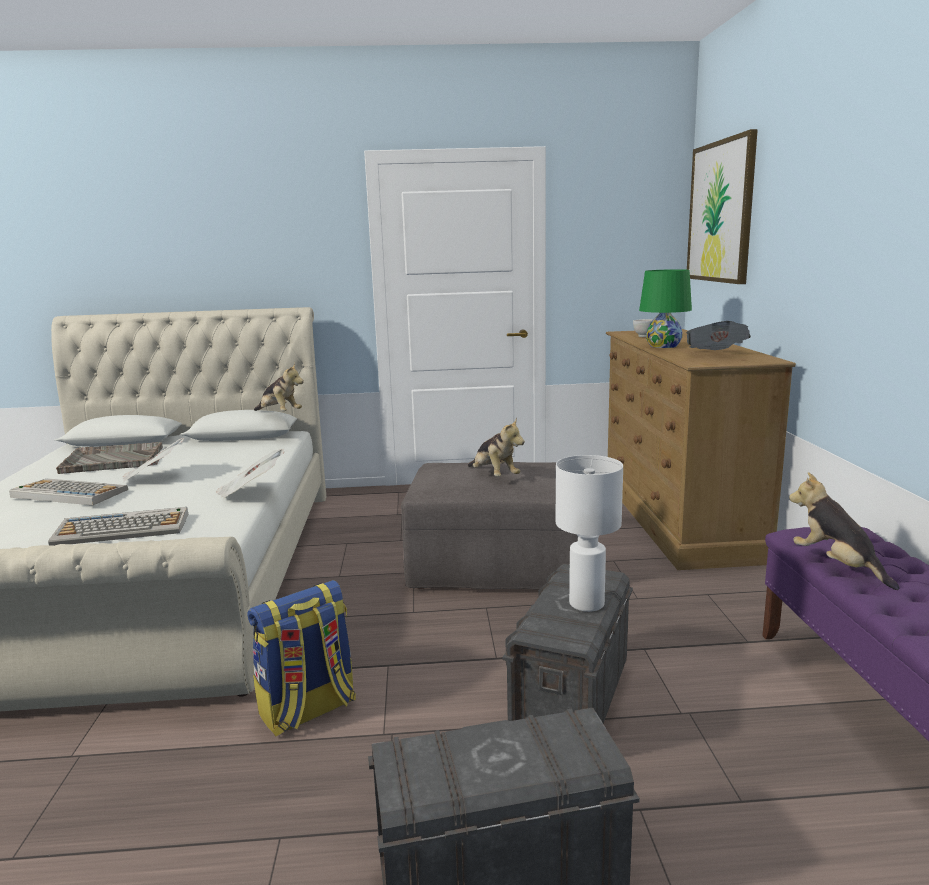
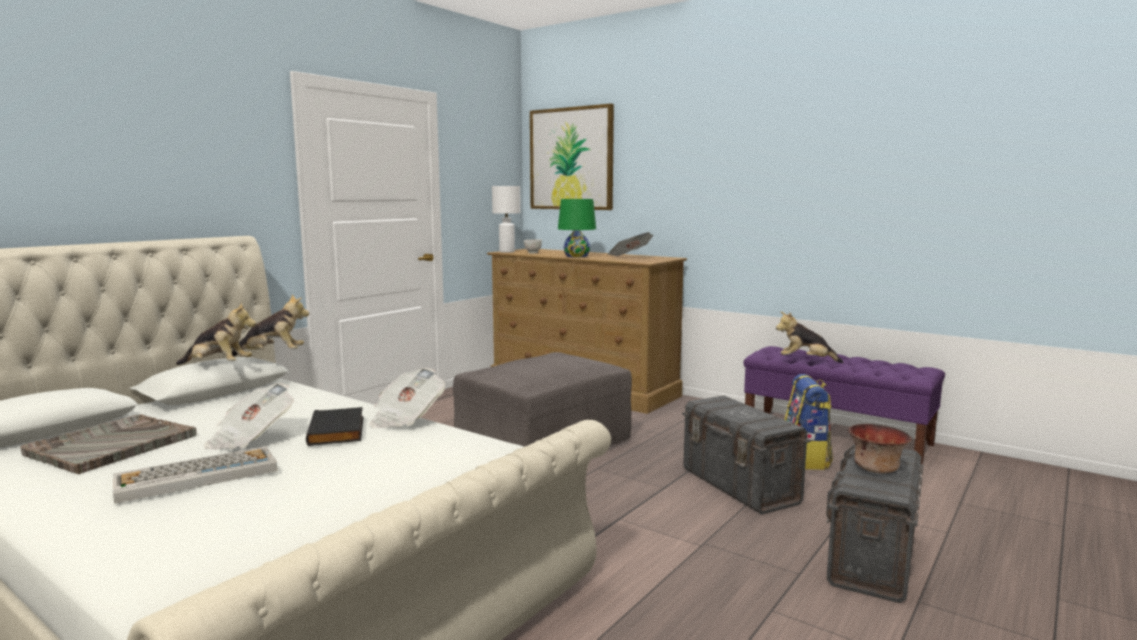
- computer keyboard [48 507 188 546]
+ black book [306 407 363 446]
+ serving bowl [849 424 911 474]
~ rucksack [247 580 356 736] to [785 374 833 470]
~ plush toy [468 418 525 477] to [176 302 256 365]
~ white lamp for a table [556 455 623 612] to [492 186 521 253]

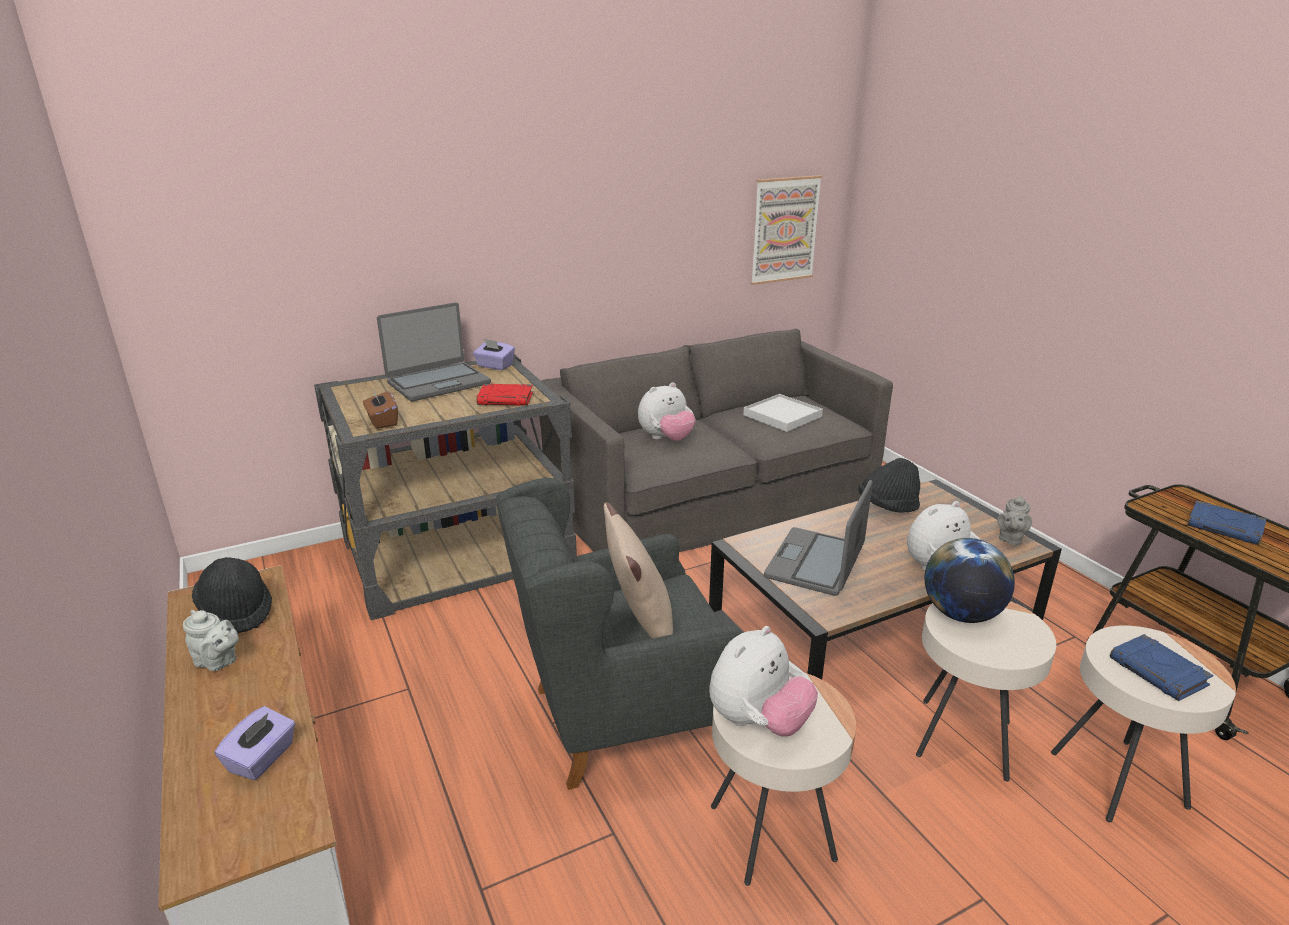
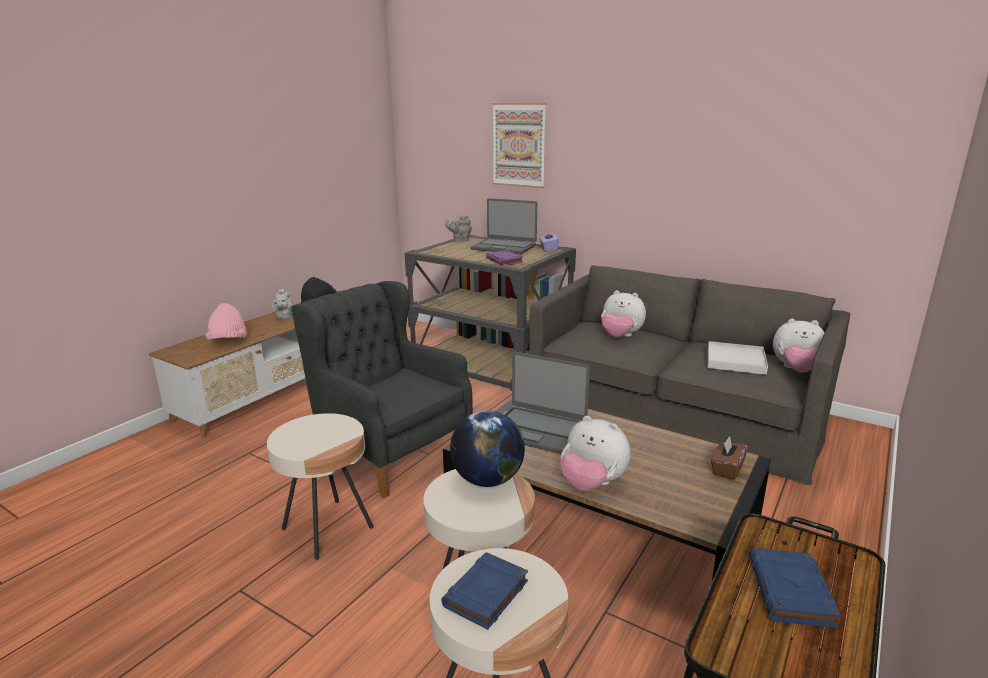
- beige pillow [604 502 673 639]
- black hat [858 458 920 513]
~ brown-coloured box of tissues [363 388 398 429] to [711 436 748 480]
~ plush toy [709 626 818 737] to [773 319 824 372]
~ picture [751 175 822 285] to [492 103 546 188]
~ grey tea pot [997 495 1032 545] to [445 216 472 242]
~ purple-coloured box of tissues [215 706 296 780] to pink-coloured hat [205 303 247 340]
~ red book [477 384 533 406] to purple-coloured book [486 250 523 266]
~ laptop [764 480 873 596] = [504 352 590 454] 150 degrees counterclockwise

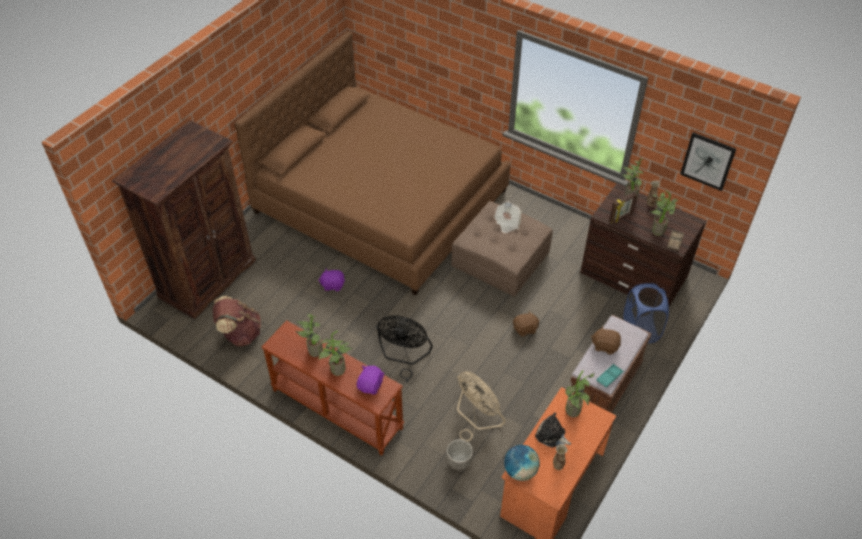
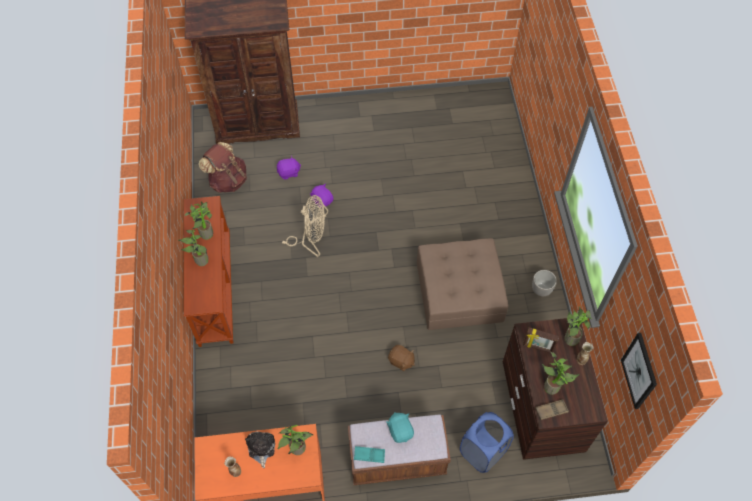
- brown-coloured bedroom bed [235 31 511 295]
- black fan [376 315 433 383]
- newspaper [494 201 522 233]
- world globe [504 445 540 481]
~ purple-coloured plush toy [357 365 384 395] to [277 156 301 180]
~ planter [446 439 473 470] to [532 270 557 296]
~ beige fan [457 371 506 441] to [282 195 328 257]
~ brown-coloured plush toy [591 325 621 355] to turquoise plush toy [386 412 414 443]

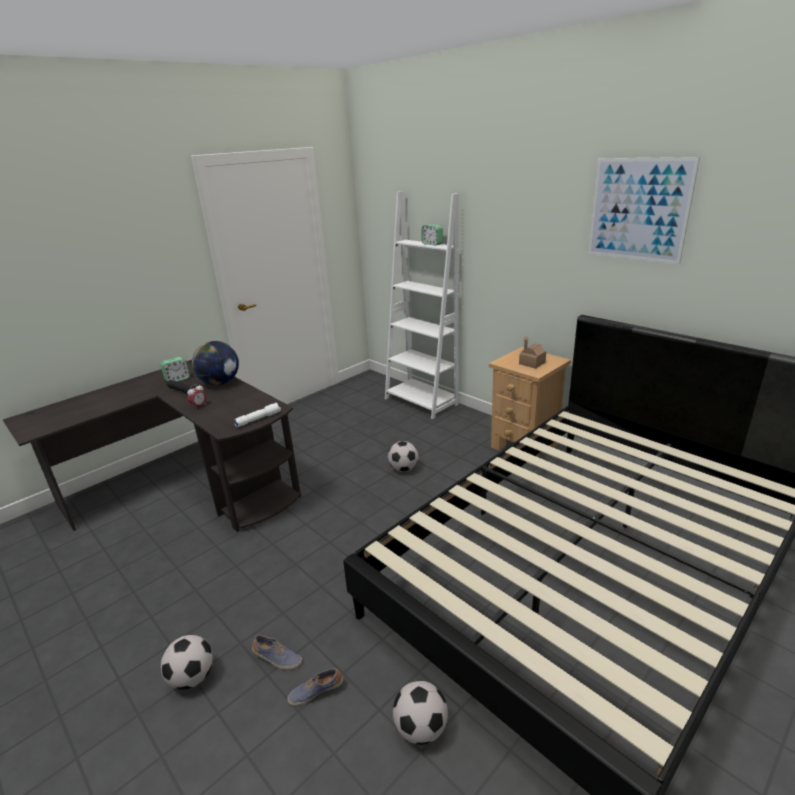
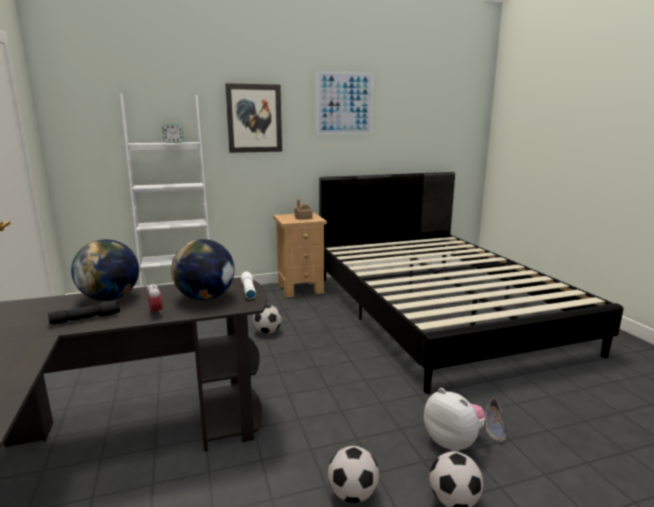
- bedside clock [161 357 190 382]
+ world globe [171 239 235 300]
+ picture [225 83 282 153]
~ ball for football [393 681 448 745] to [328 446 379 503]
~ low shoe [252 635 302 670] to plush toy [424 388 486 452]

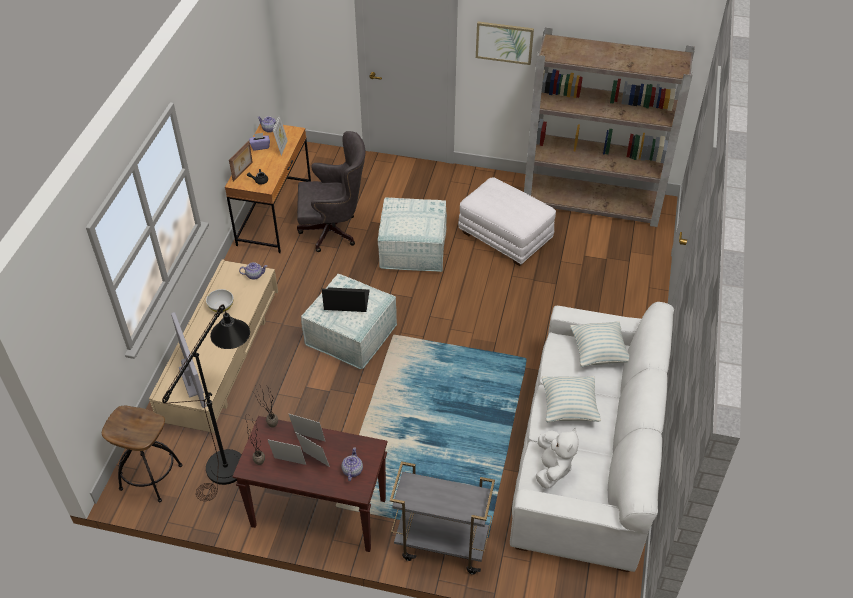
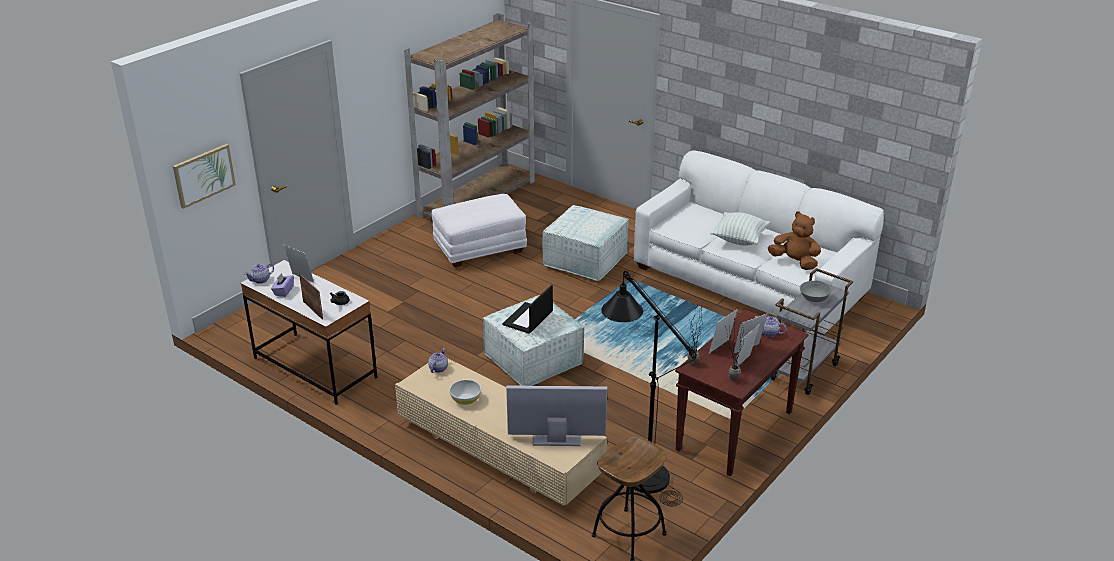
- grey desk chair [297 131 365 252]
- pillow [570 321 629 367]
+ grey serving bowl [800 281 831 302]
~ white footrest [378 197 447 272] to [542 205 629 281]
~ picture [476 21 534 65] to [173 144 236 209]
~ brown-coloured desk table [225 124 311 253] to white desk table [241 260 378 405]
~ white plush toy [536 428 579 488] to brown-coloured plush toy [768 211 821 270]

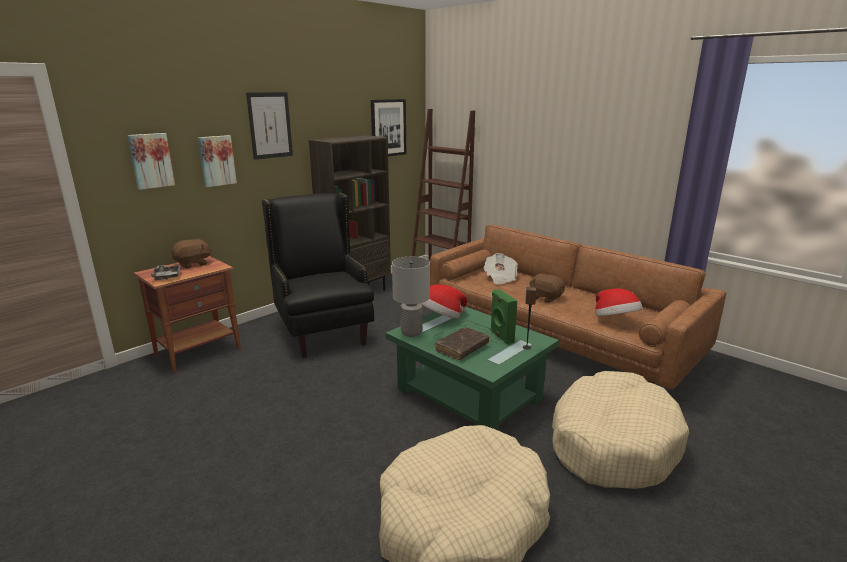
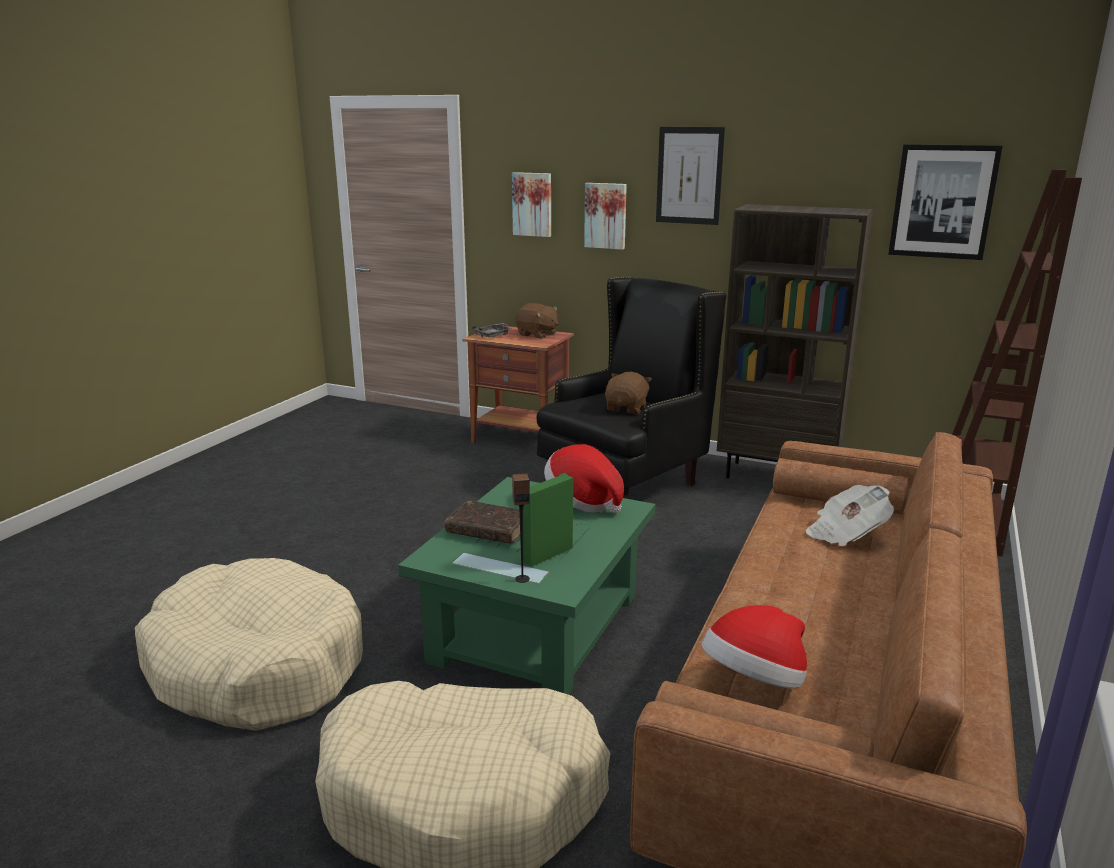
- grey lamp for a table [392 257 430 337]
~ brown-coloured plush toy [529 273 565 303] to [605 372 652 415]

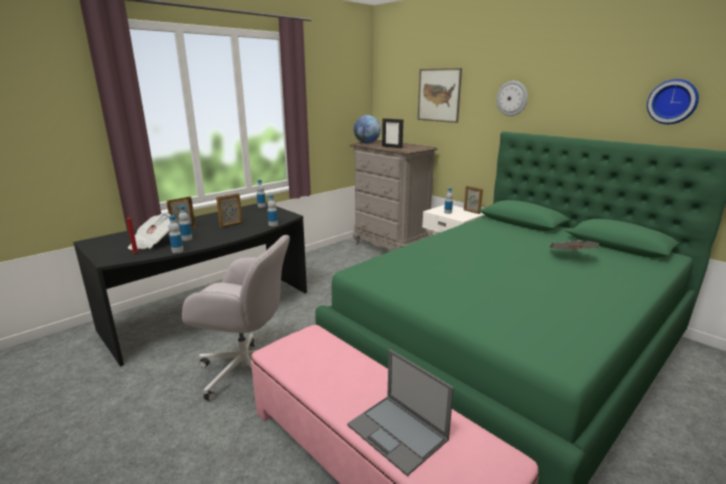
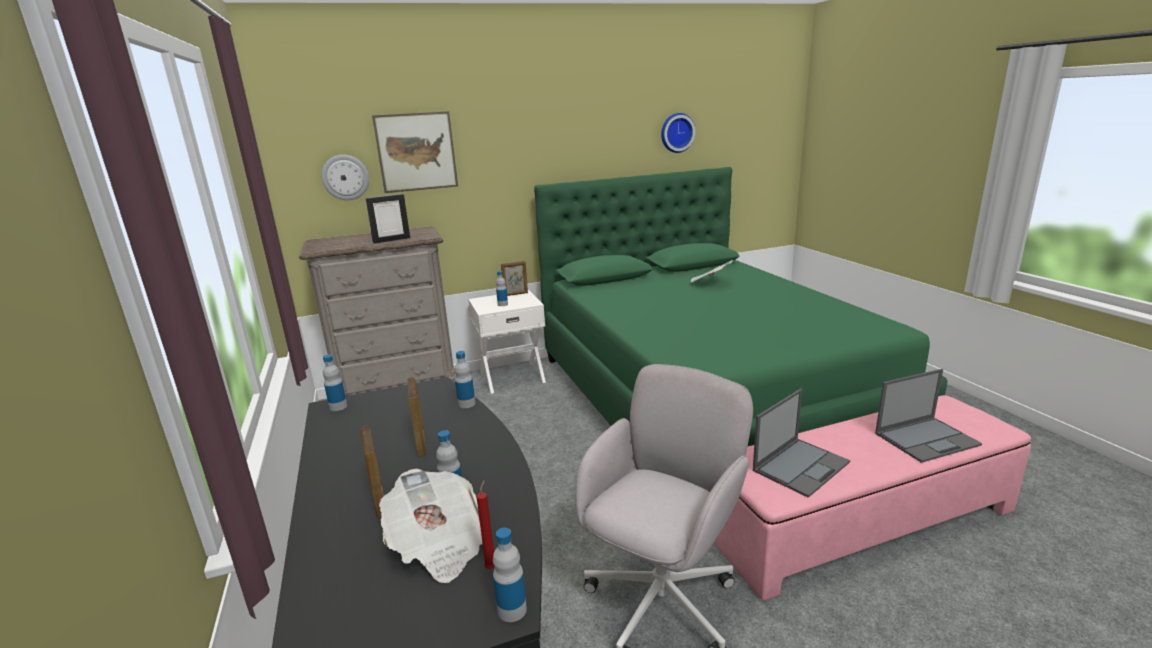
- world globe [354 115 381 143]
+ laptop [753 389 850 498]
~ drink bottle [168 216 184 253] to [493 528 527 622]
~ clock on the wall [496 81 528 116] to [321 155 369 200]

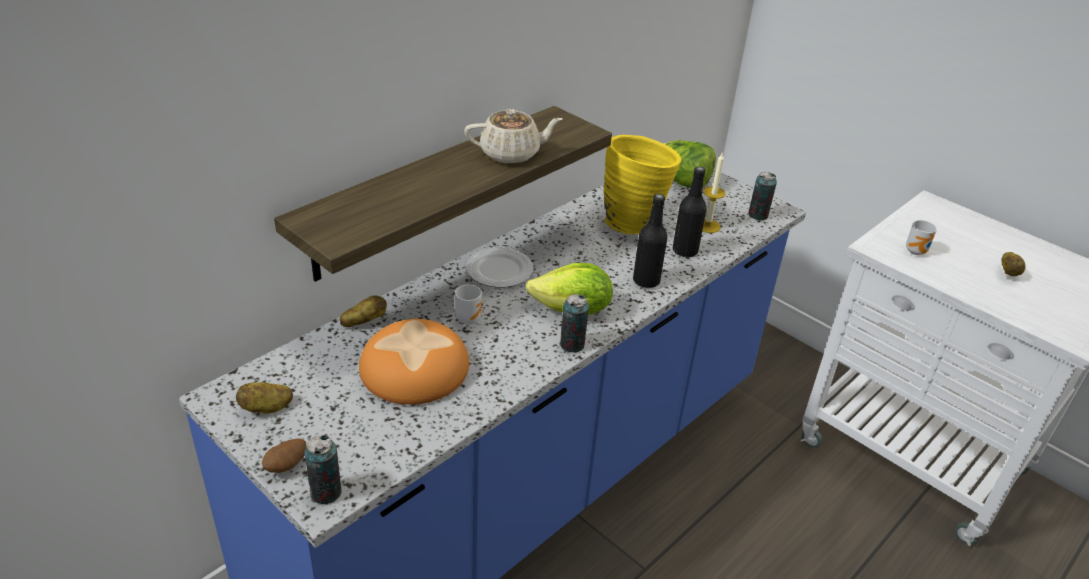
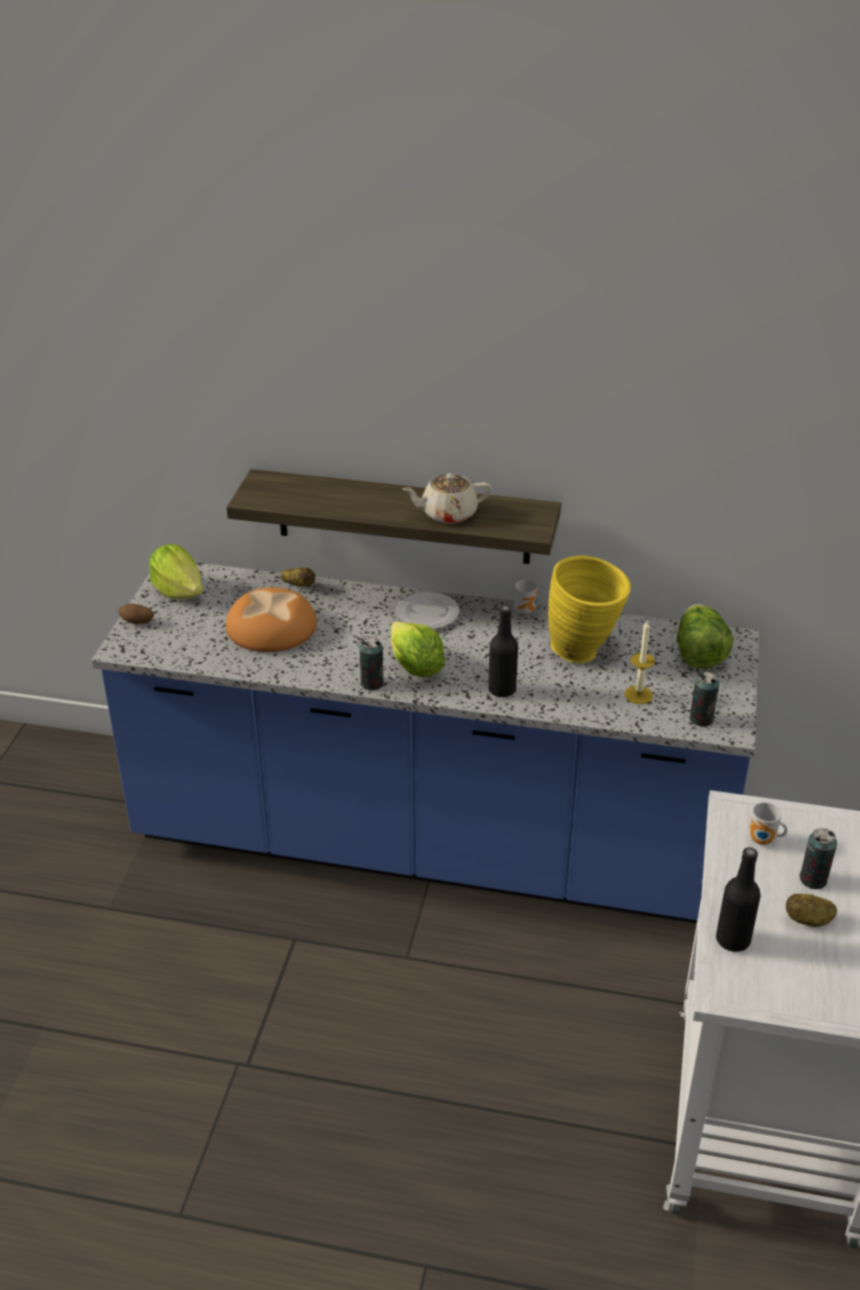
~ sealed can [304 435 342 504] to [799 828 837 889]
~ mug [455 284 482 325] to [514 579 538 615]
~ black drink bottle [673 167 707 257] to [716 847 760 952]
~ spud [236 382 293 414] to lettuce [149 544 203 600]
~ beige tea pot [464 109 563 164] = [402 474 491 524] 120 degrees clockwise

